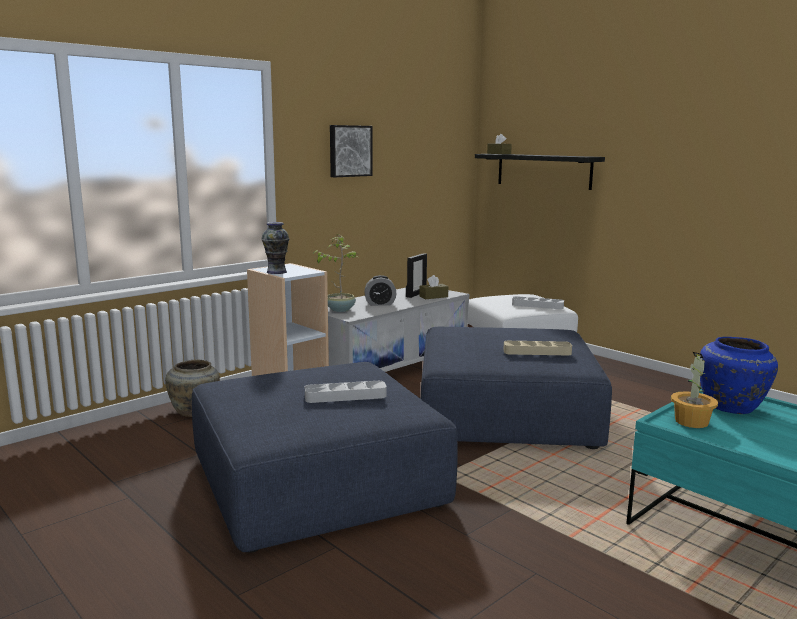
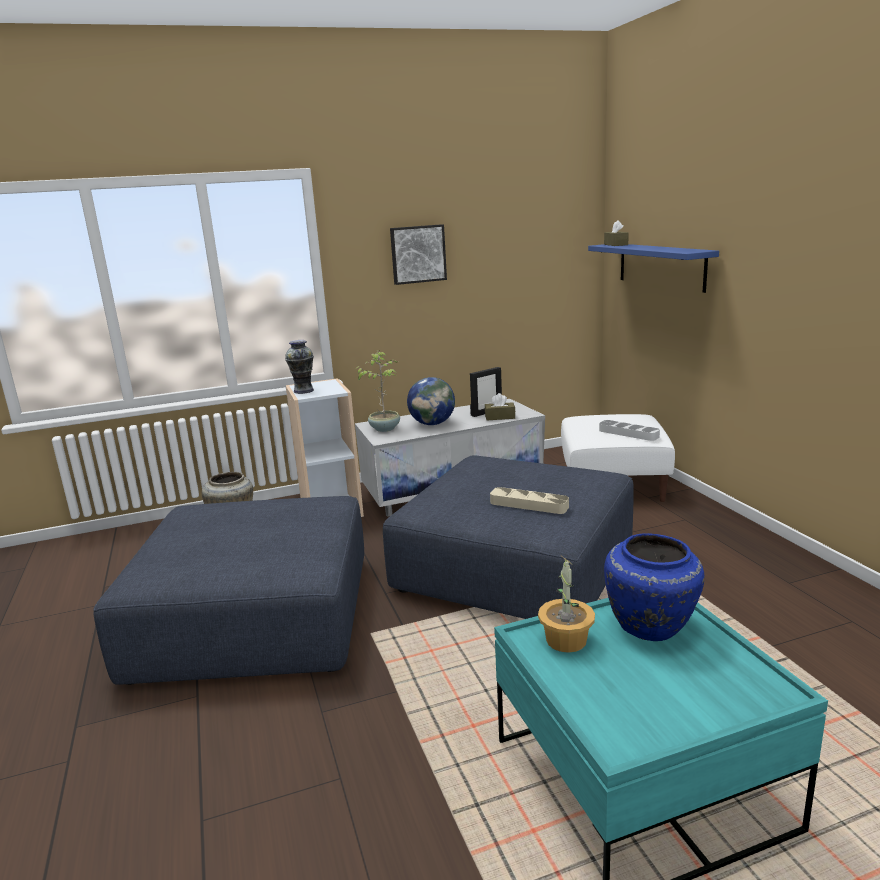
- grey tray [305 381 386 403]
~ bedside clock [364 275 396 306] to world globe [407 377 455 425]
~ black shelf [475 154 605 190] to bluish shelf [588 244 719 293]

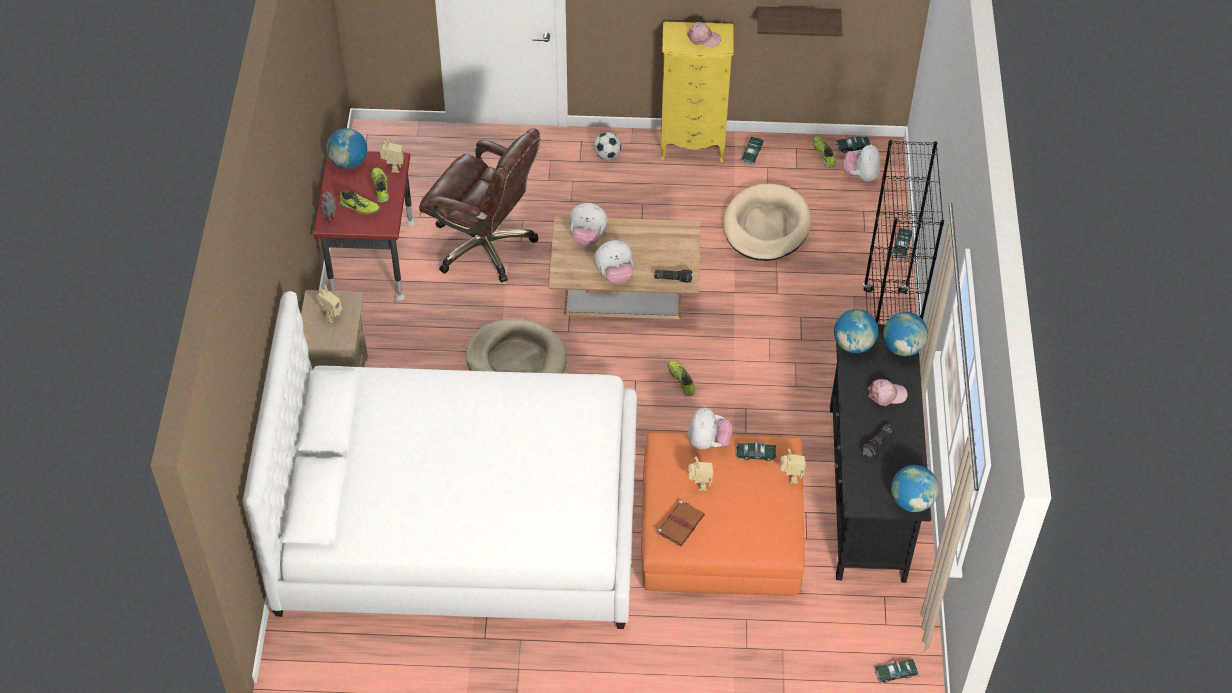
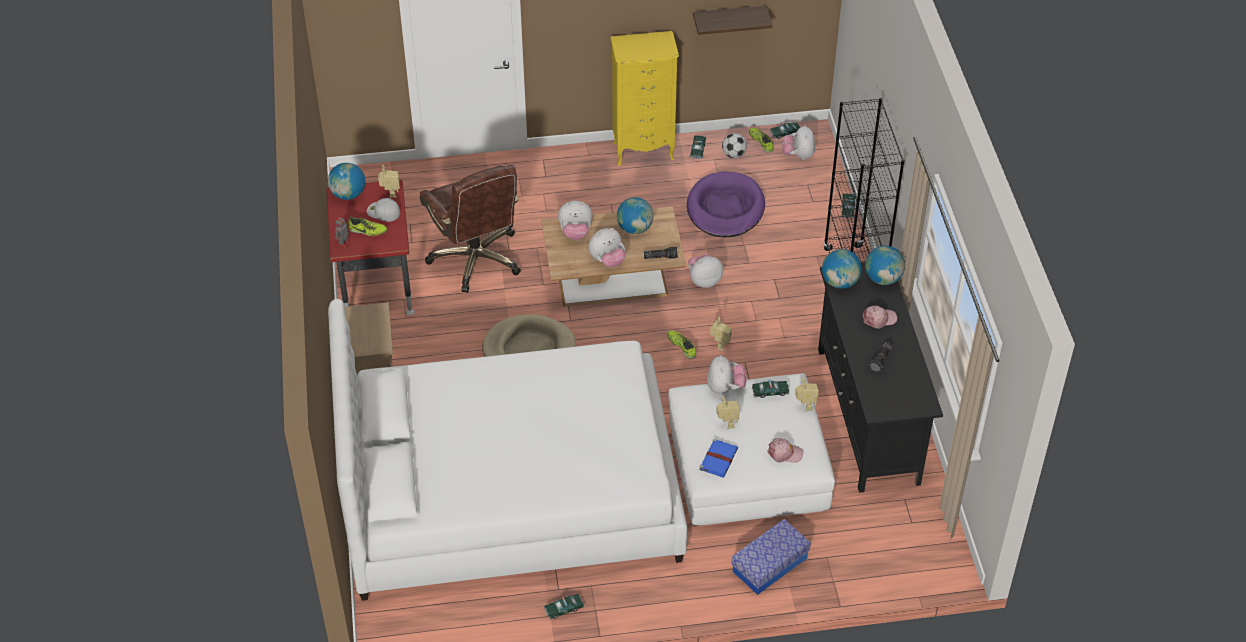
+ plush toy [688 254 723 288]
+ storage bin [731 519 811 595]
~ model robot [316 284 342 323] to [710 317 732 351]
~ ball for football [594 132 621 160] to [722 133 747 158]
~ pink-coloured cap [687 22 721 47] to [768 438 803 463]
~ miniature car [875 659 919 683] to [544 594 584 620]
~ world globe [891 465 939 512] to [617 197 654 234]
~ low shoe [371 168 389 203] to white cap [367 198 400 222]
~ orange-coloured footrest [641 432 805 596] to white footrest [668 373 835 526]
~ brown-coloured book [657 500 705 546] to bluish book [699 439 738 478]
~ beige pet bed [723 184 811 261] to purple-coloured pet bed [687 172 765 237]
~ brown-coloured desk chair [419 128 540 282] = [420 165 521 293] 45 degrees clockwise

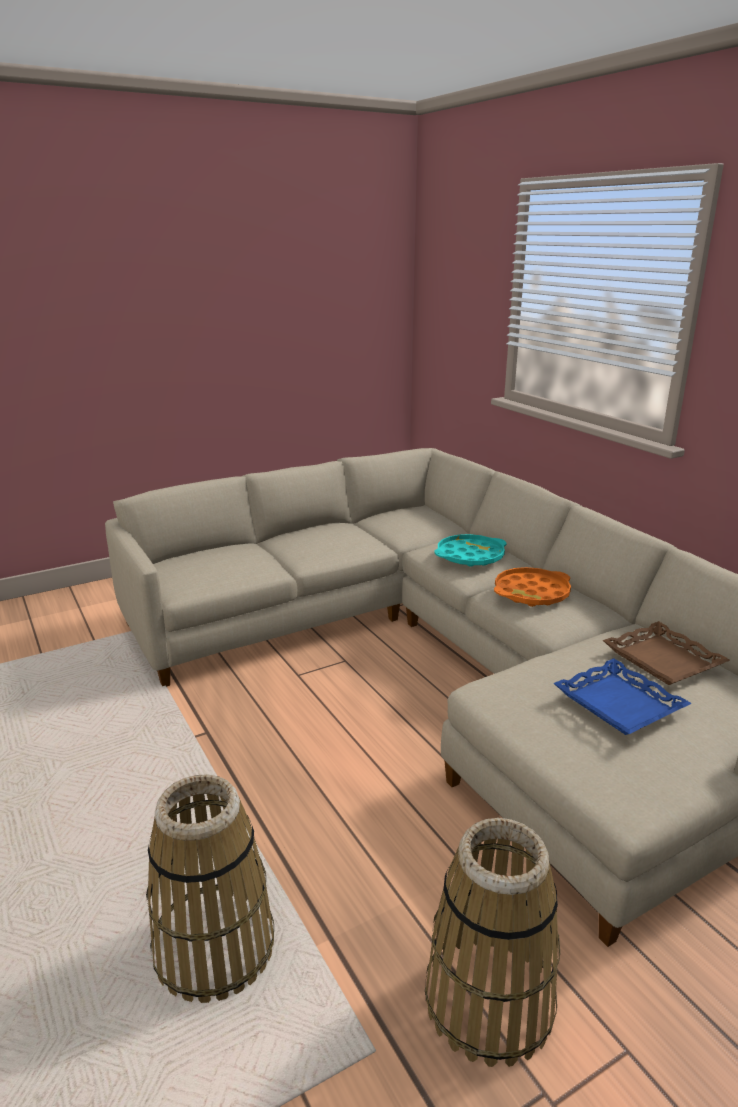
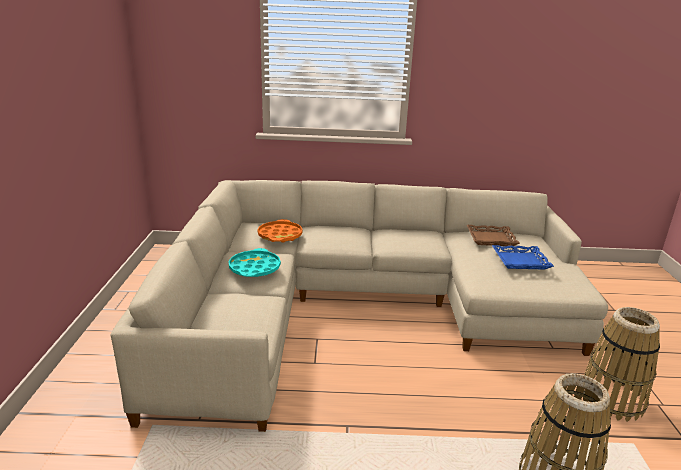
~ turquoise tray [435 534 506 567] to [229 248 281 277]
~ orange-coloured tray [494 567 571 607] to [258 219 303 243]

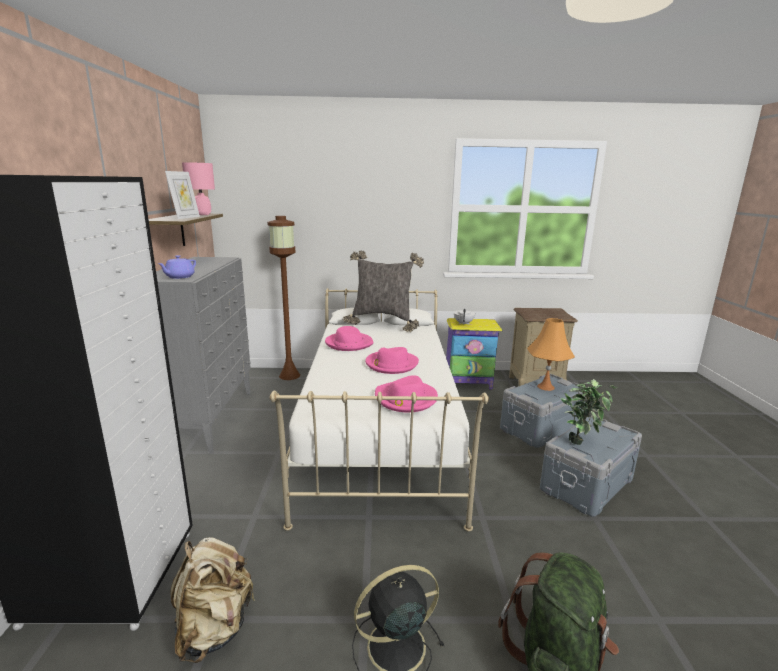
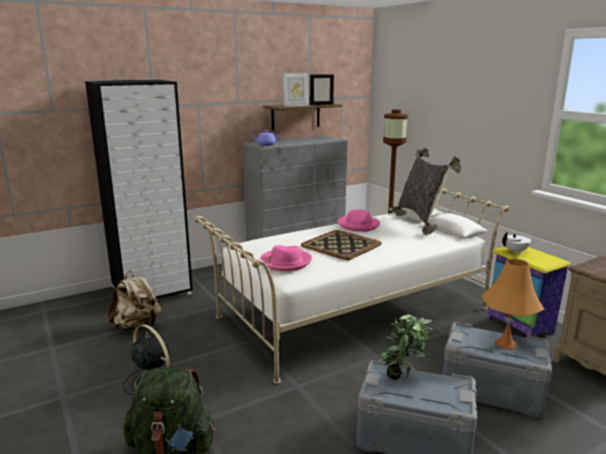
~ pink-coloured lamp for a table [182 162 215 215] to photo frame [310 74 334 105]
~ pink-coloured hat [365 347 419 374] to tray [301 230 382 260]

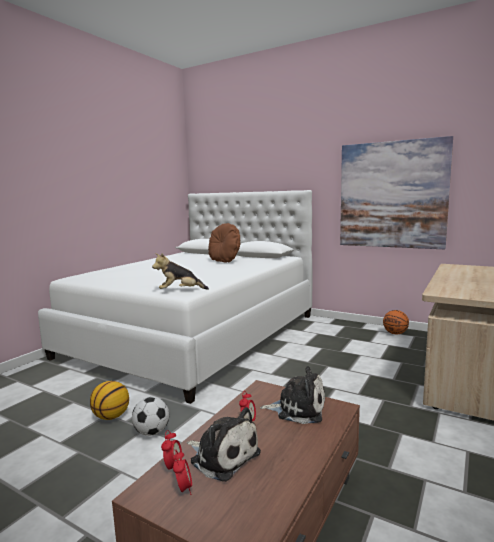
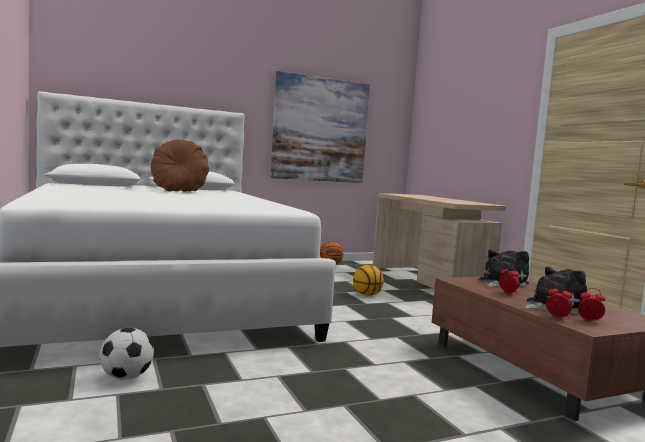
- plush toy [152 253 209 290]
~ basketball ball [90 381 129 420] to [353 265 384 296]
~ ball for football [132 397 169 436] to [100 328 154 380]

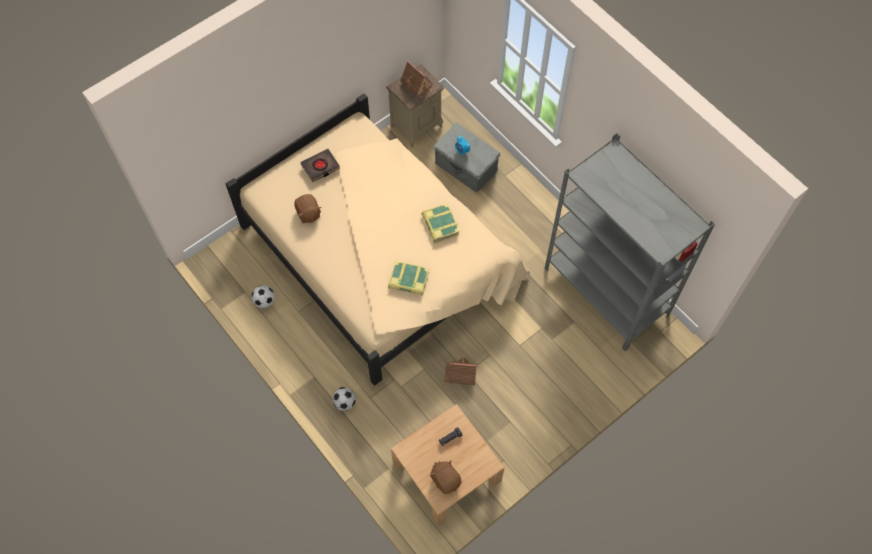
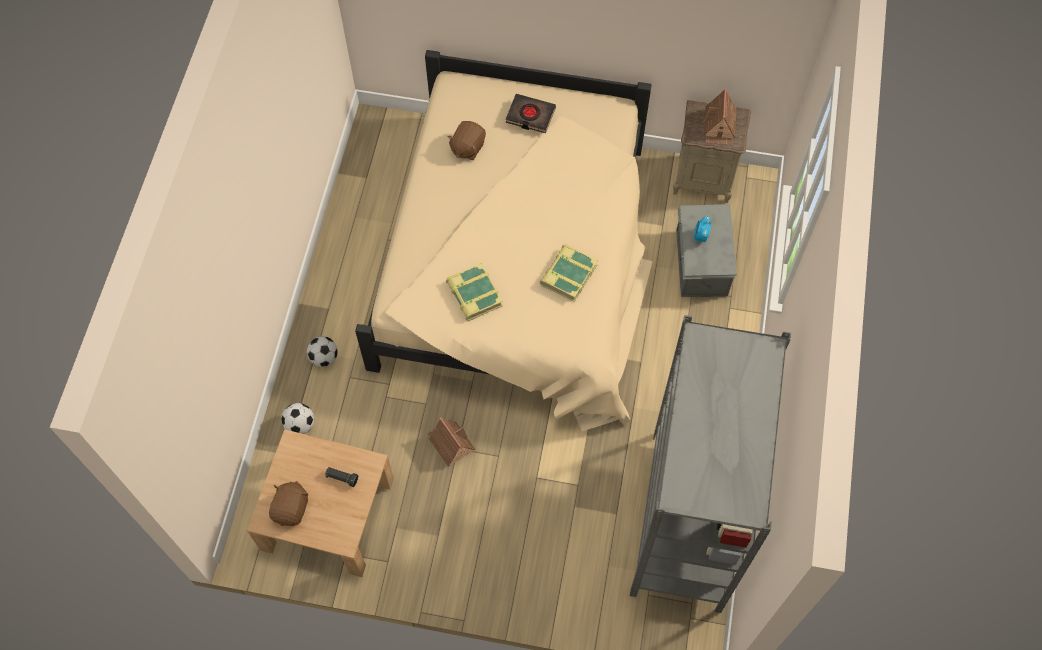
~ ball for football [252 285 275 308] to [281 403 314 434]

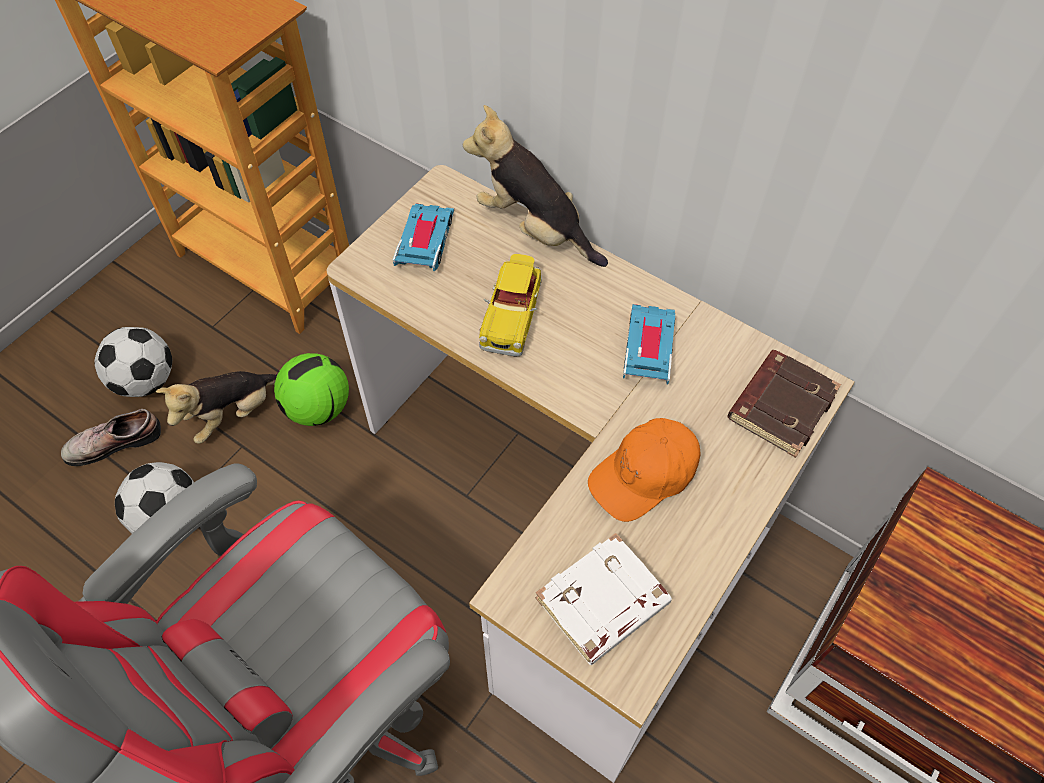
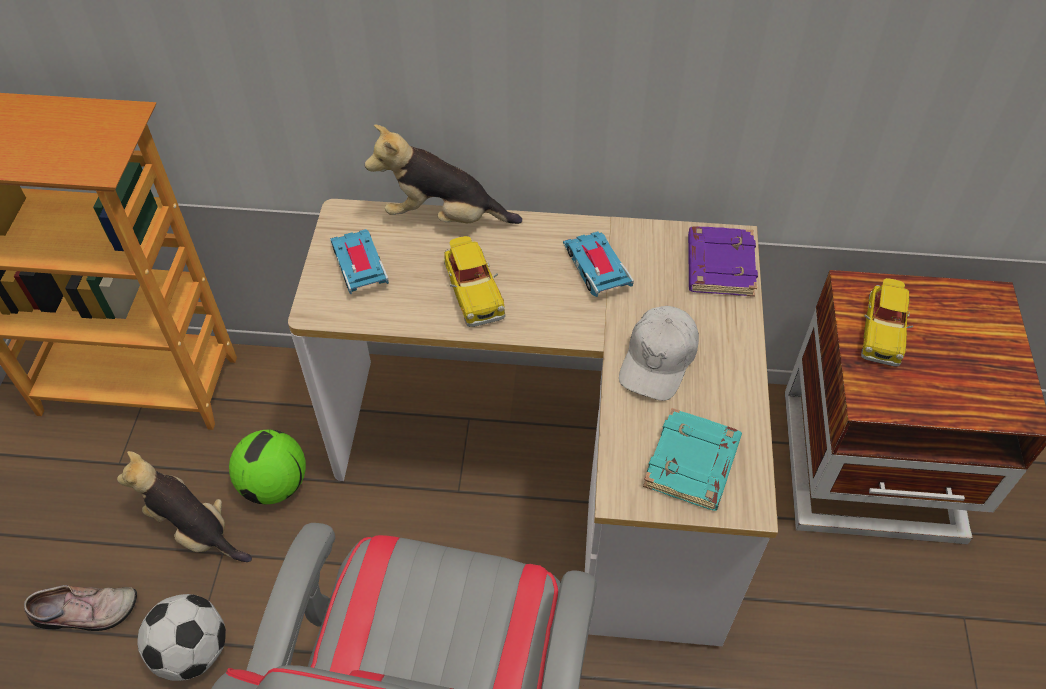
- ball for football [94 327 172 397]
+ miniature car [861 278 913 366]
~ white book [536 533 672 665] to turquoise book [643 408 742 511]
~ orange-coloured cap [588 418 700 522] to white cap [619 306 699 401]
~ brown-coloured book [727 350 841 458] to purple-coloured book [688 226 758 297]
~ low shoe [61 409 161 466] = [24 585 137 631] 135 degrees counterclockwise
~ plush toy [156 371 278 444] = [117 451 252 562] 105 degrees clockwise

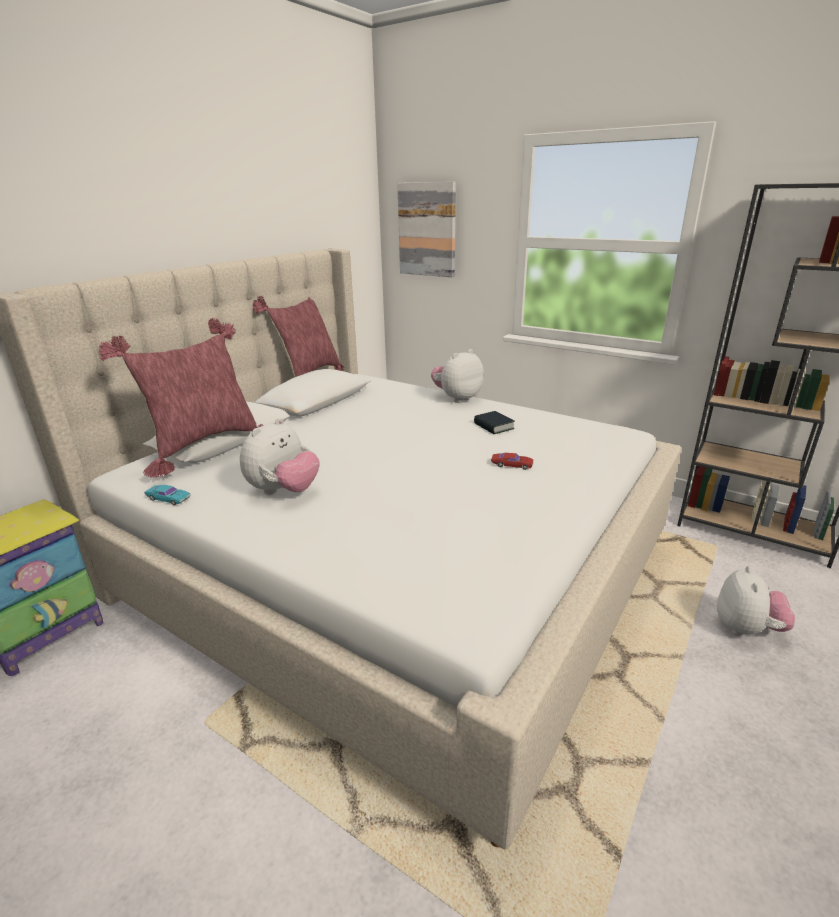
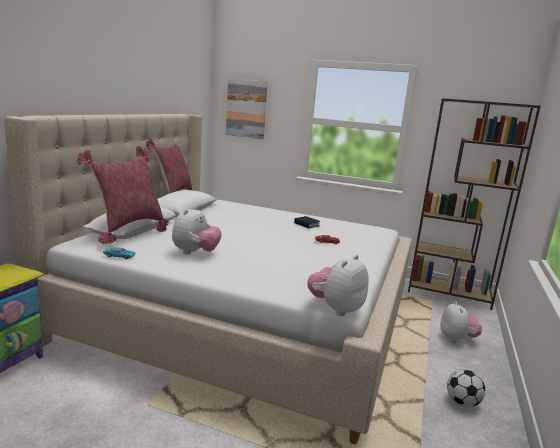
+ ball for football [447 369 485 407]
~ plush toy [431 349 484 403] to [307 255 369 316]

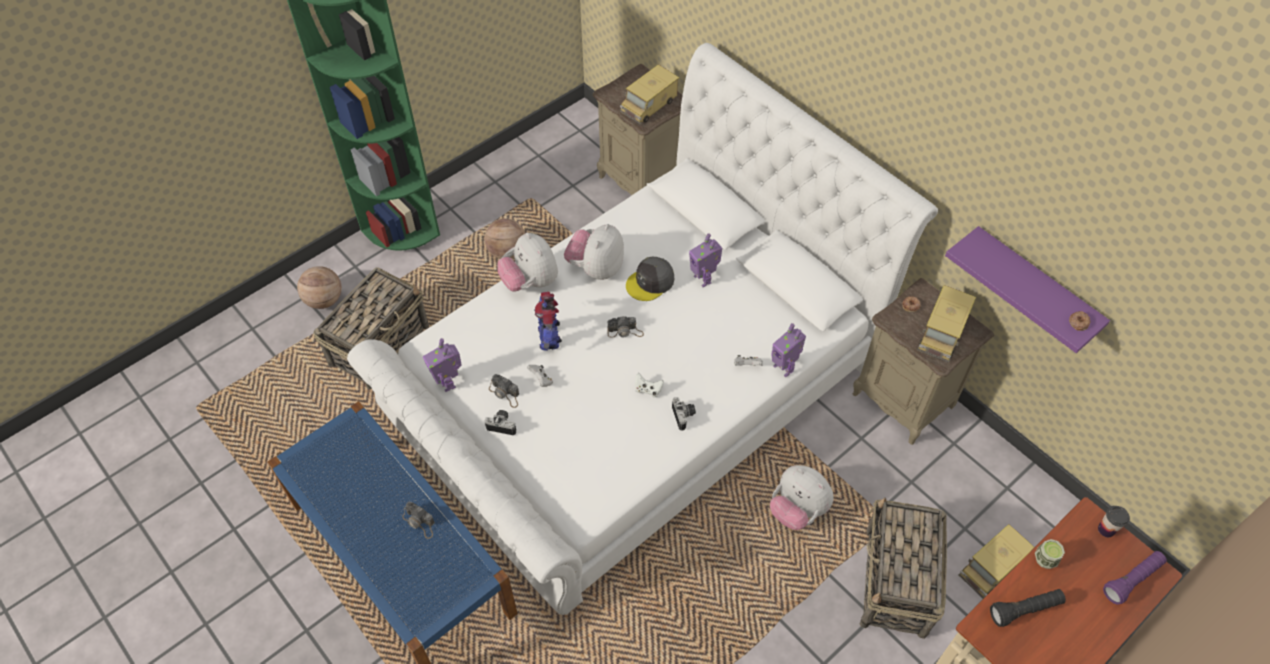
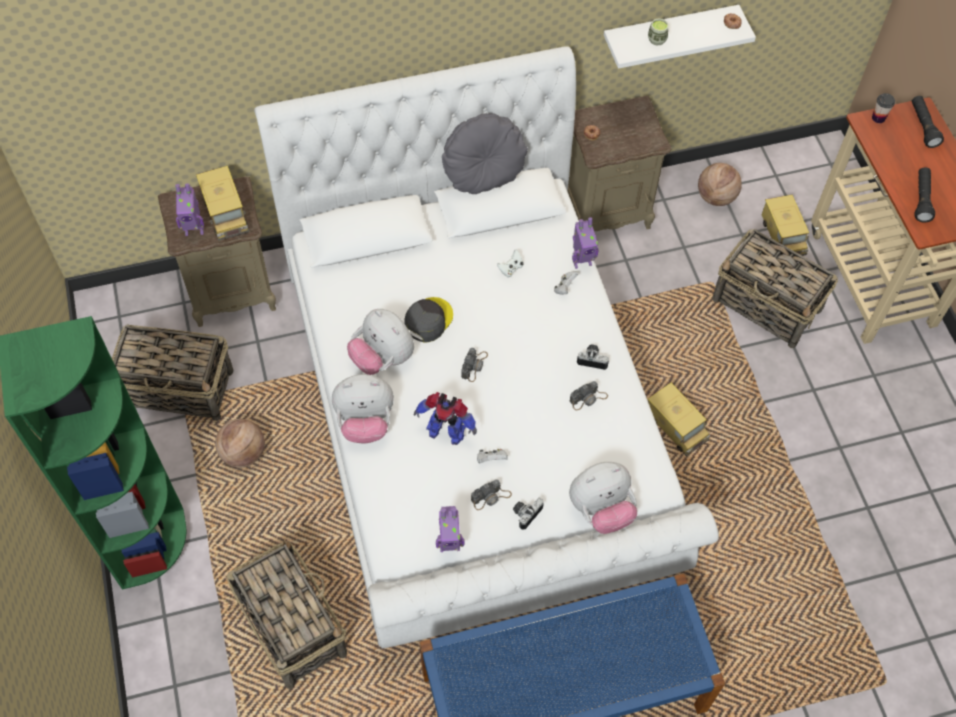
+ basket [112 324 234 421]
+ grey pillow [442 113 528 194]
~ basketball ball [297 266 342 309] to [698 163 742 206]
~ photo camera [402 502 435 539] to [570 381 608 410]
~ white joypad [635 373 664 397] to [497 249 523 277]
~ model robot [689 233 722 287] to [175 183 204 236]
~ plush toy [770 465 834 530] to [569 462 637 534]
~ toy truck [917 285 976 363] to [647 383 710 456]
~ cup [1035 539 1065 569] to [648 18 669 46]
~ purple-coloured shelf [945 226 1110 353] to white shelf [604 5 756 69]
~ purple-coloured hand torch [1103 551 1167 605] to black hand torch [912 96 944 148]
~ grey cap [626 257 674 301] = [404 297 453 343] 135 degrees counterclockwise

